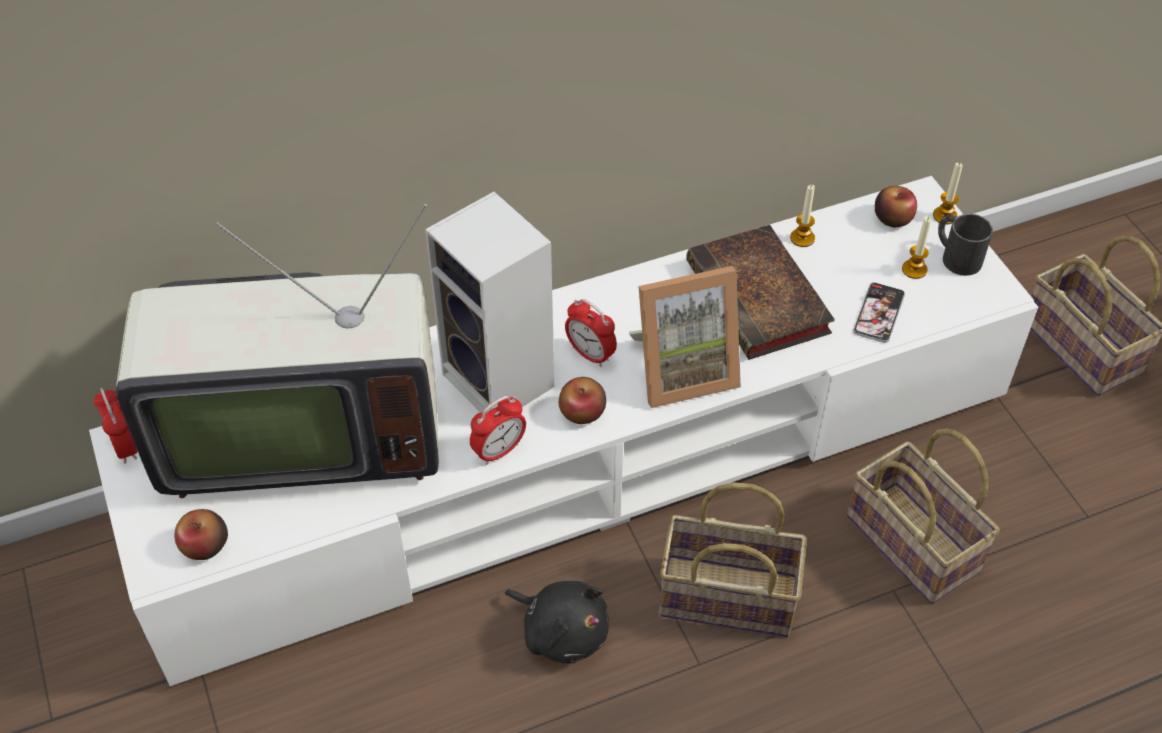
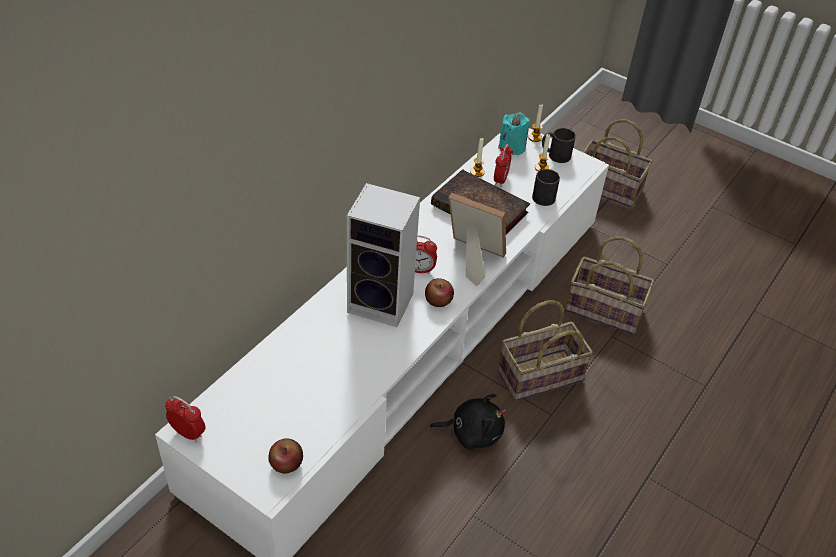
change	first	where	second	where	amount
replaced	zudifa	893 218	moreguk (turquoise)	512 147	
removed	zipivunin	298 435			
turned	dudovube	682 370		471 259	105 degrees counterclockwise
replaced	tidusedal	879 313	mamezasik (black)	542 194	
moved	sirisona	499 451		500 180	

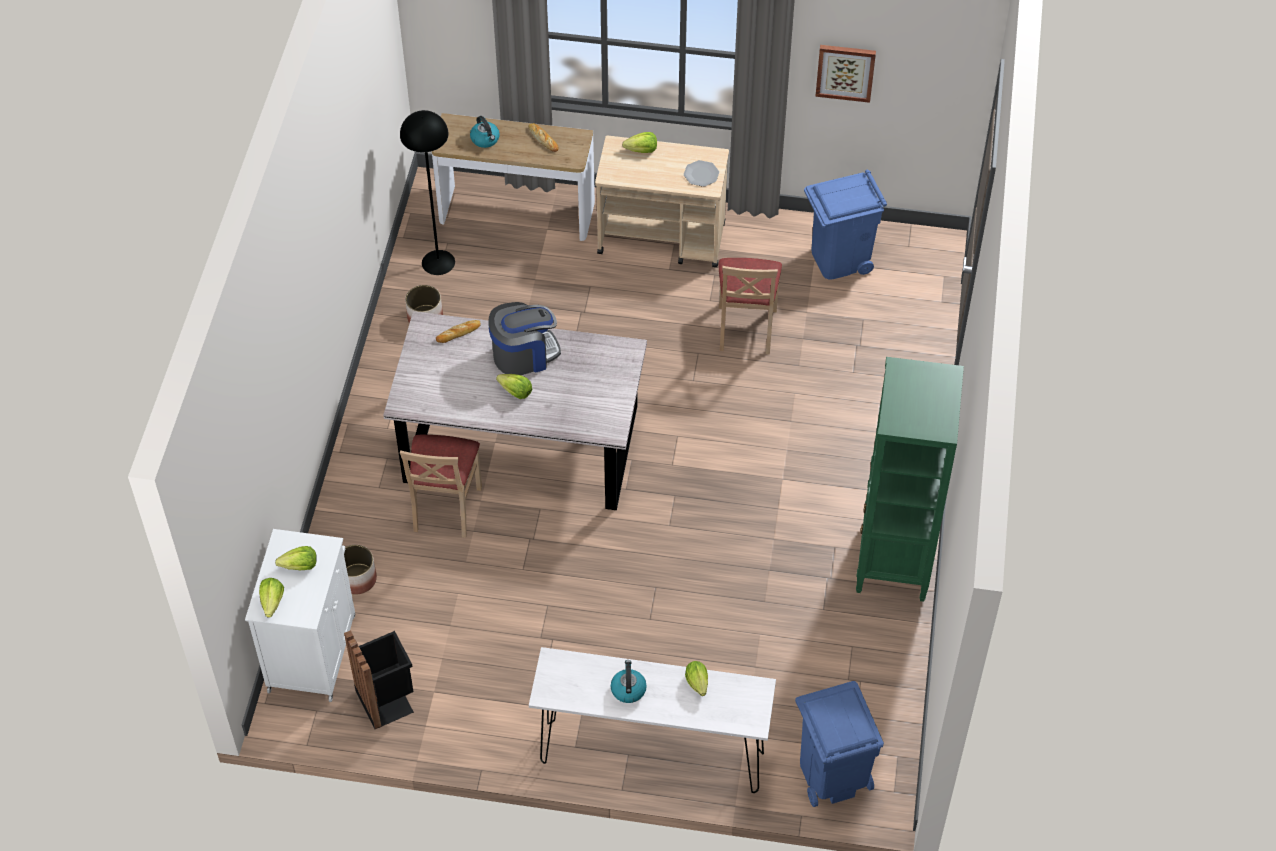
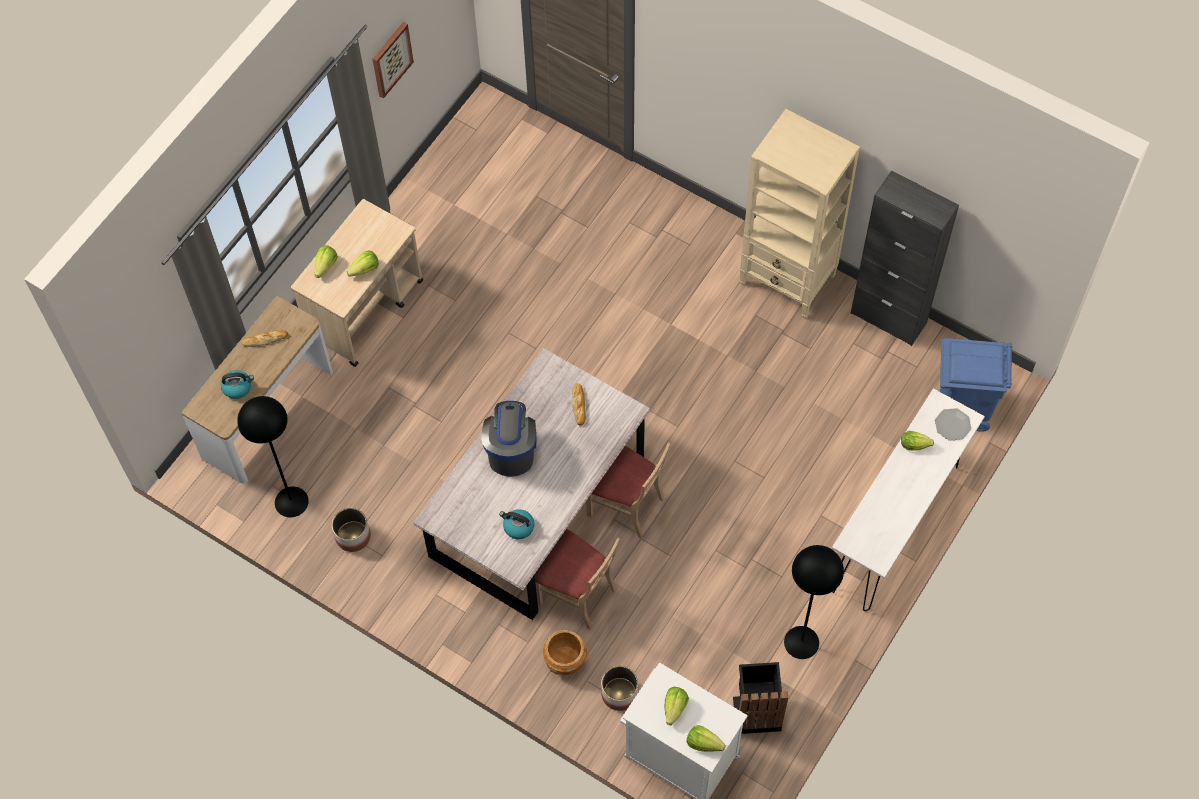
change	first	where	second	where	amount
moved	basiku	701 174		952 425	
removed	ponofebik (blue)	839 259			
moved	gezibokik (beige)	746 329		626 505	
moved	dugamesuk	459 333		579 405	
recoloured	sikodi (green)	893 562	sikodi (beige)	788 280	
moved	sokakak	515 392		365 269	
moved	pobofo	628 689		518 527	
added			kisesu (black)	888 318	
added			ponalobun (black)	801 642	
added			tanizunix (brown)	565 660	

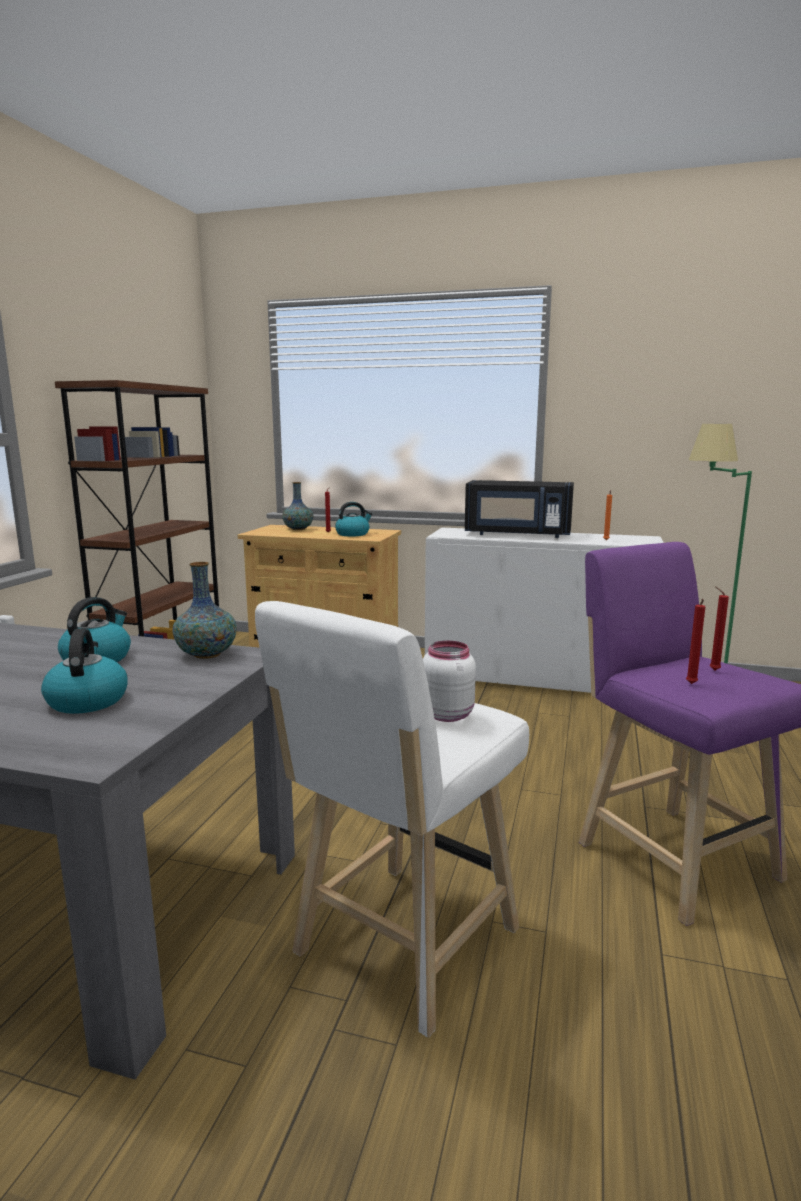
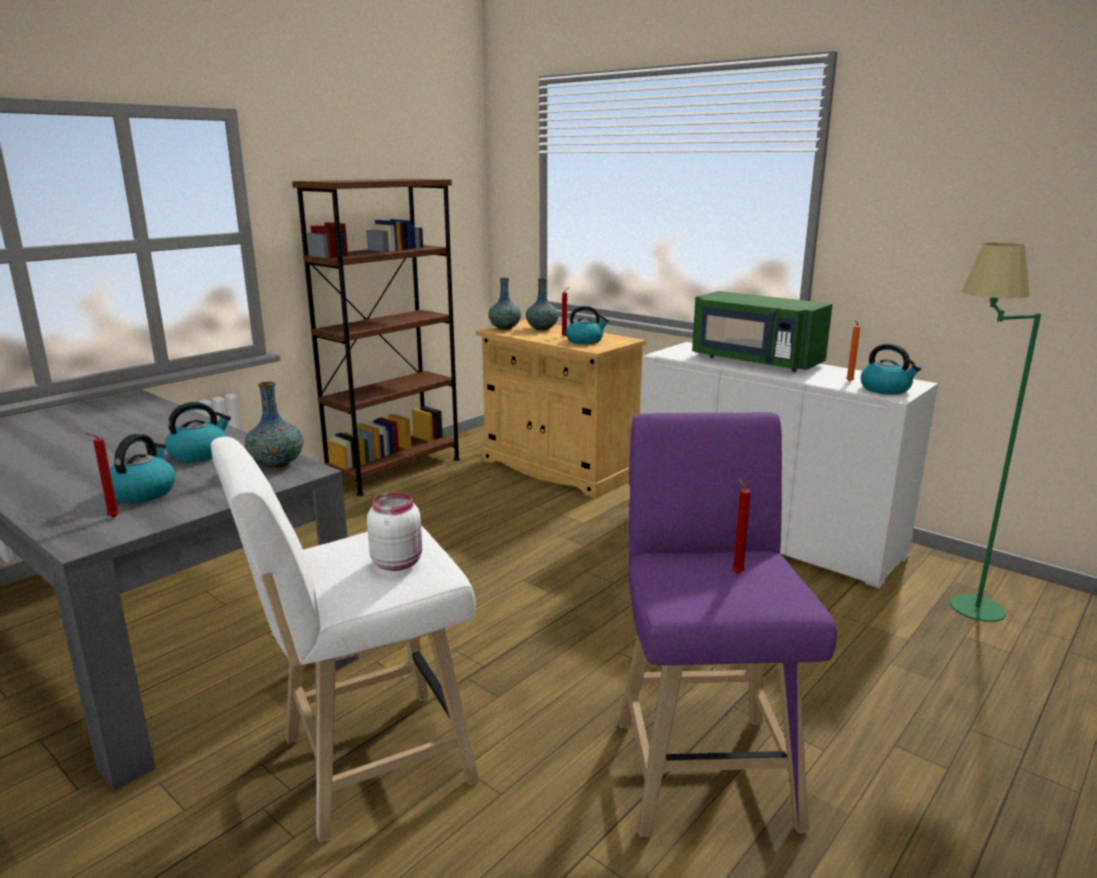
change	first	where	second	where	amount
recoloured	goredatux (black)	517 534	goredatux (green)	754 361	
moved	moreguk (red)	691 684		111 518	
added			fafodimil	505 328	
added			pobofo	886 389	

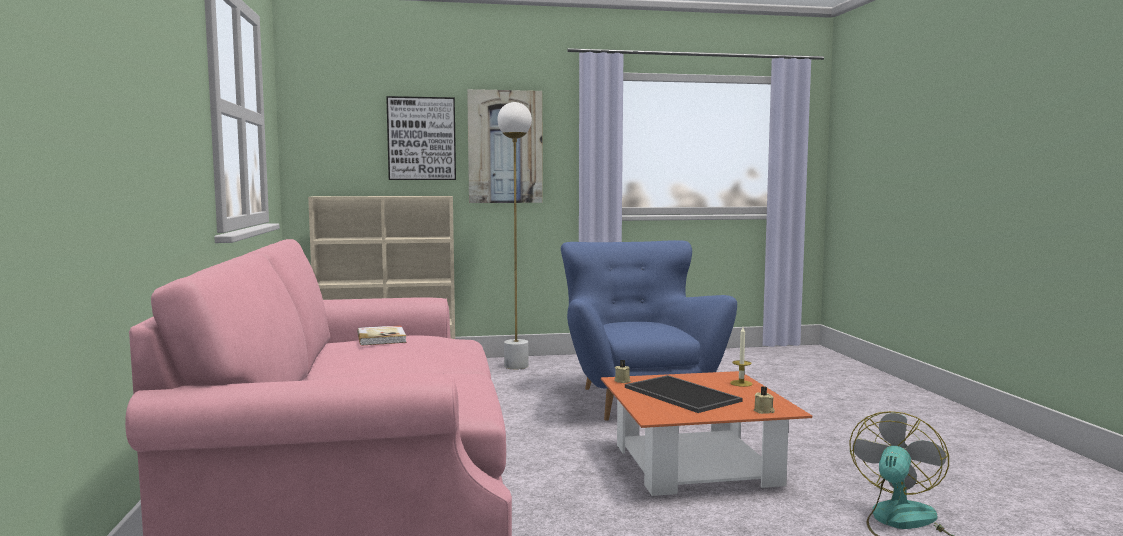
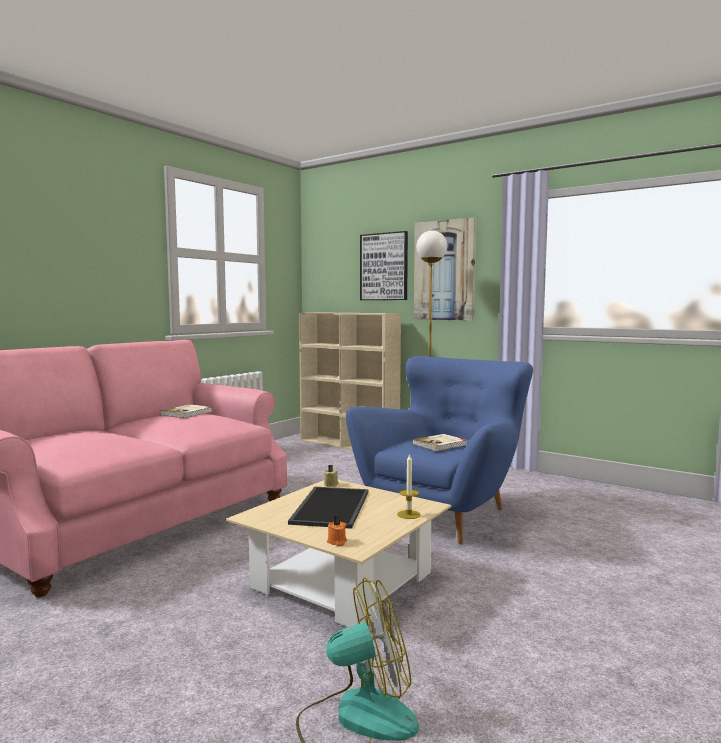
change	first	where	second	where	amount
recoloured	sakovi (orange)	695 465	sakovi (beige)	342 581	
recoloured	moreguk (beige)	764 411	moreguk (orange)	337 542	
added			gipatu	440 444	

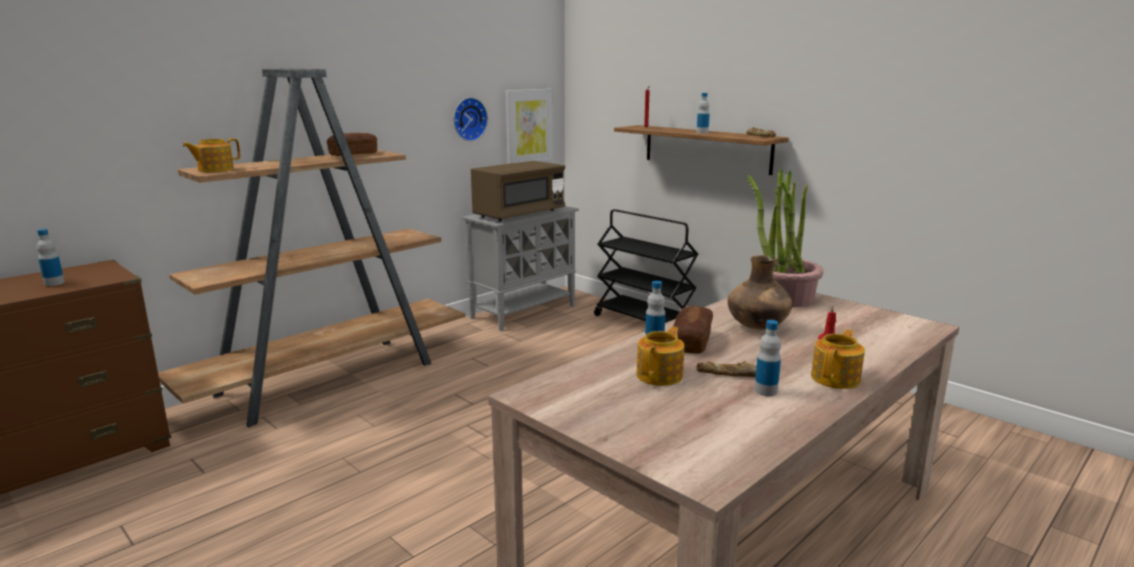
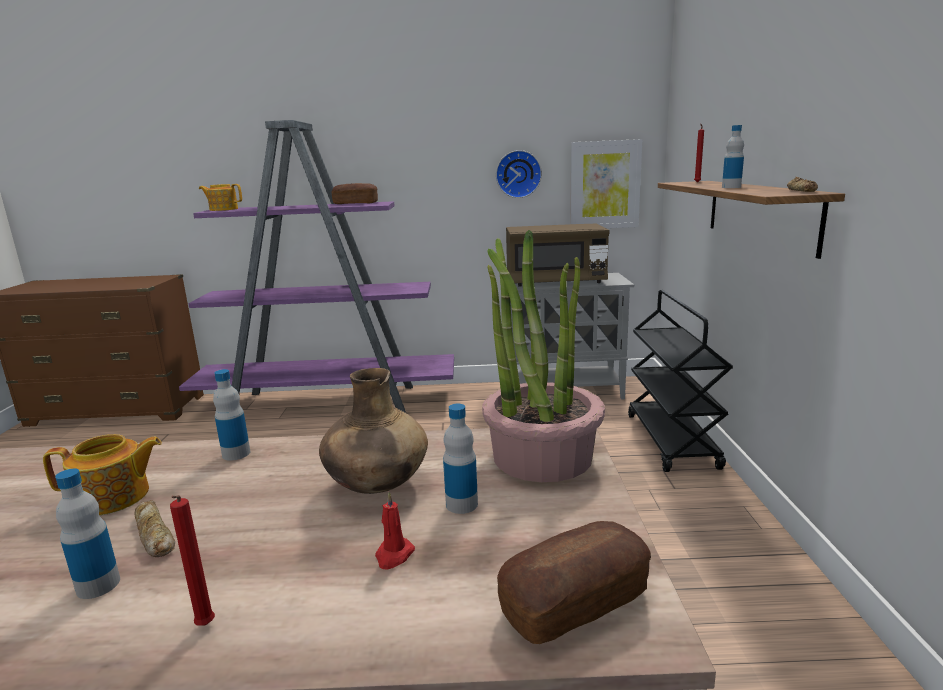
change	first	where	second	where	amount
recoloured	sikodi (brown)	330 378	sikodi (purple)	328 404	
moved	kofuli	54 283		461 504	
moved	dugamesuk	692 342		574 603	
replaced	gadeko	836 378	moreguk (red)	204 627	

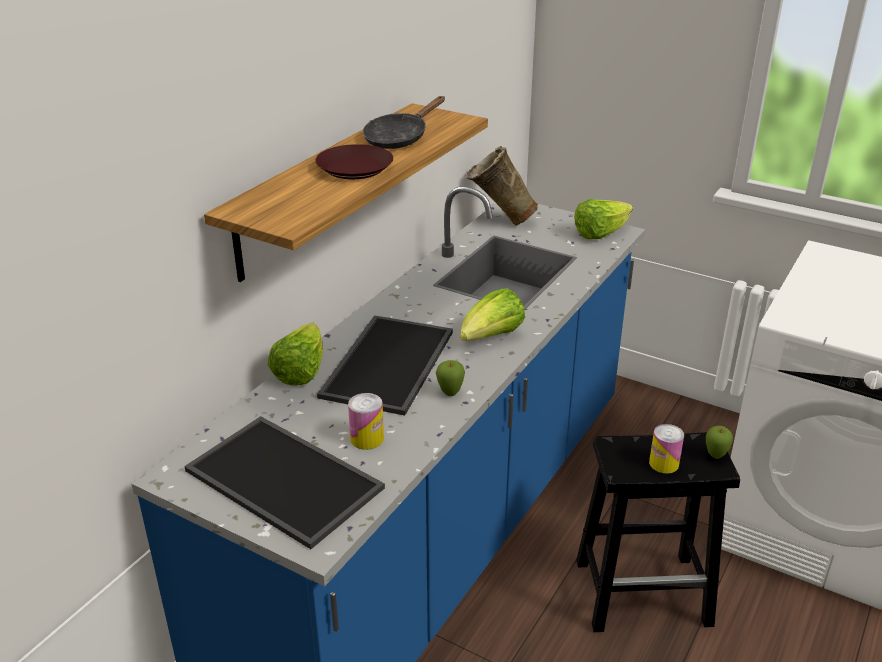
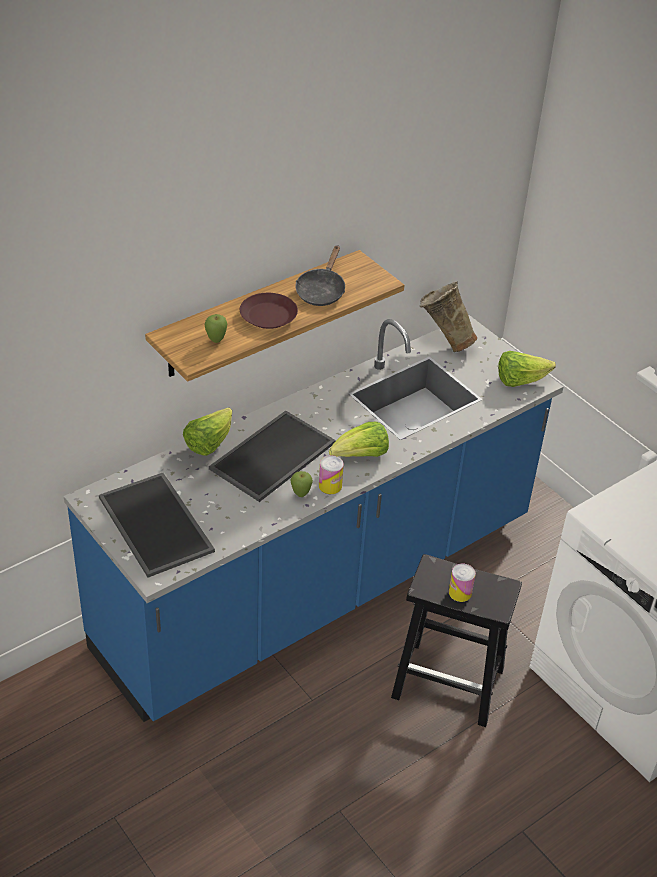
change	first	where	second	where	amount
turned	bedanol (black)	399 138		321 290	45 degrees counterclockwise
moved	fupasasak	367 438		330 486	
moved	zudifa	715 456		216 340	

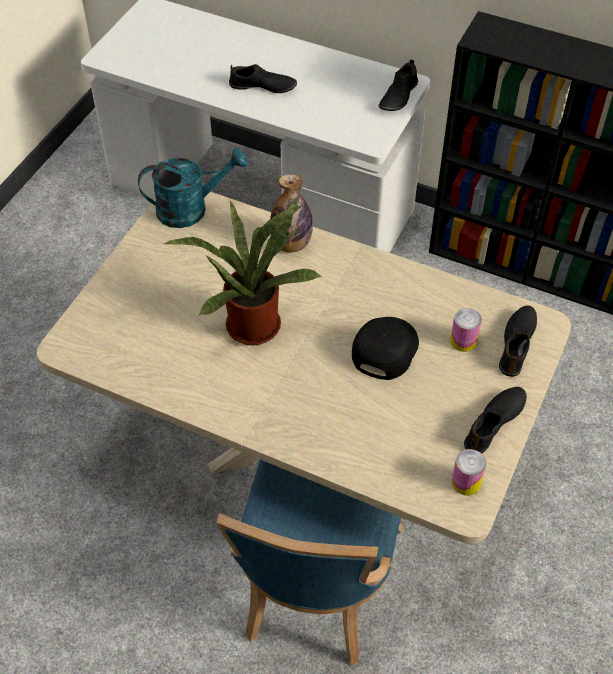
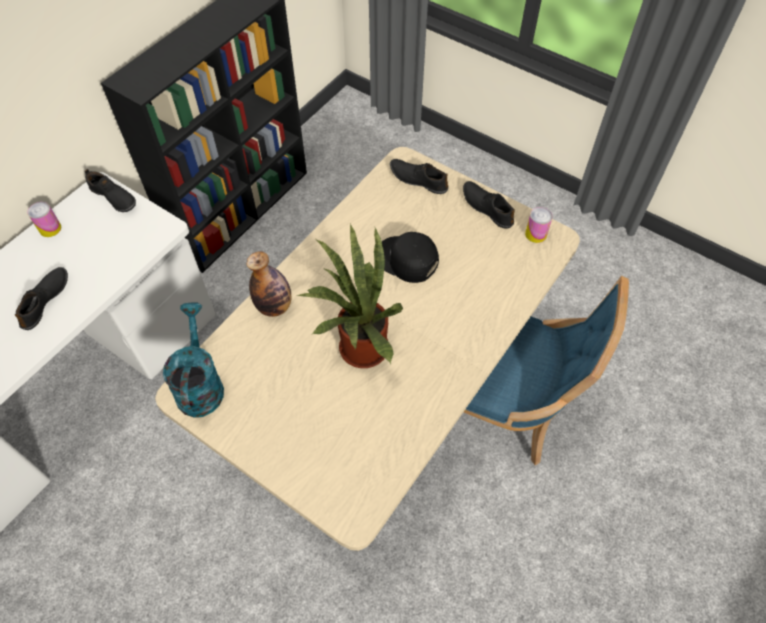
change	first	where	second	where	amount
moved	fupasasak	463 341		50 228	

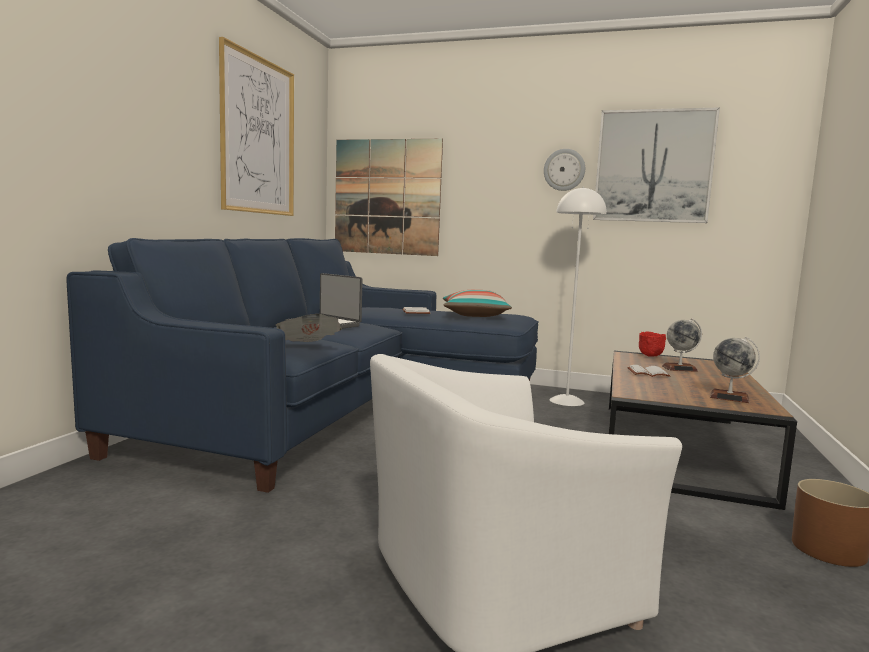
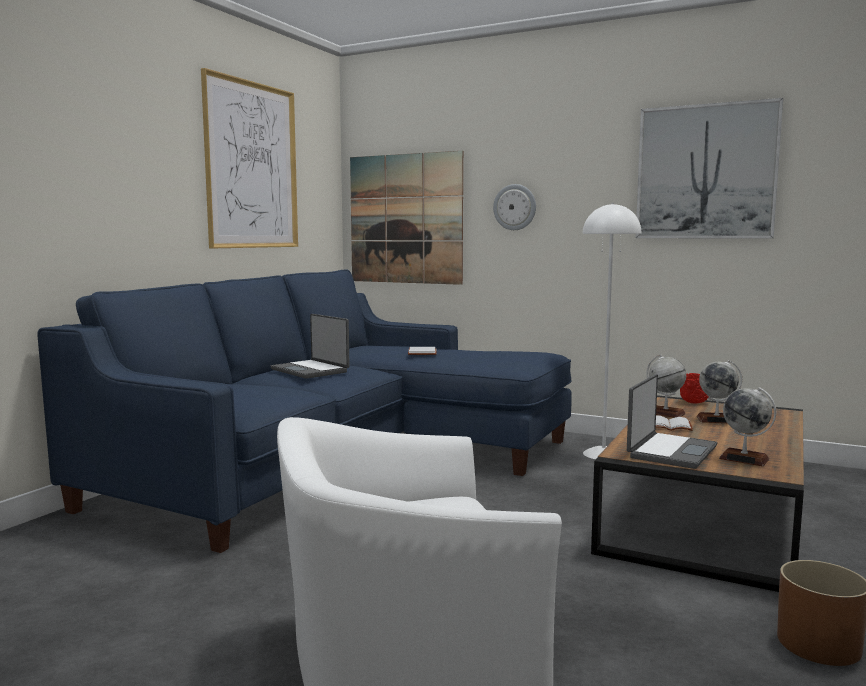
change	first	where	second	where	amount
moved	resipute	564 170		515 207	
removed	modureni	475 315			
removed	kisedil	308 347			
added			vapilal	665 413	
added			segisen	670 452	

